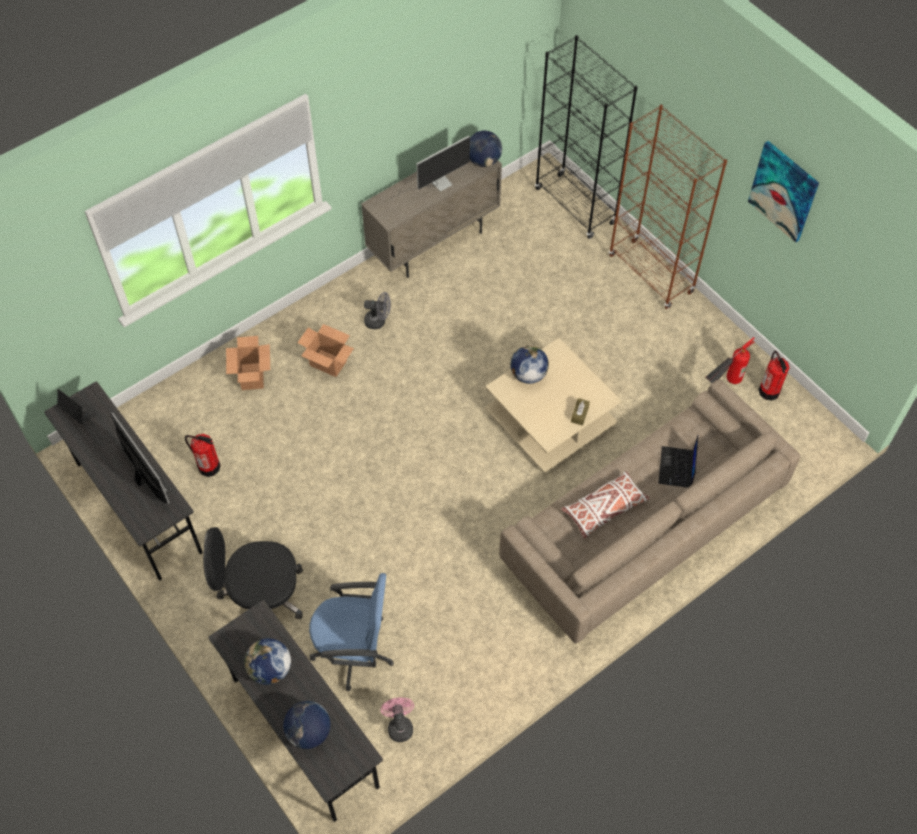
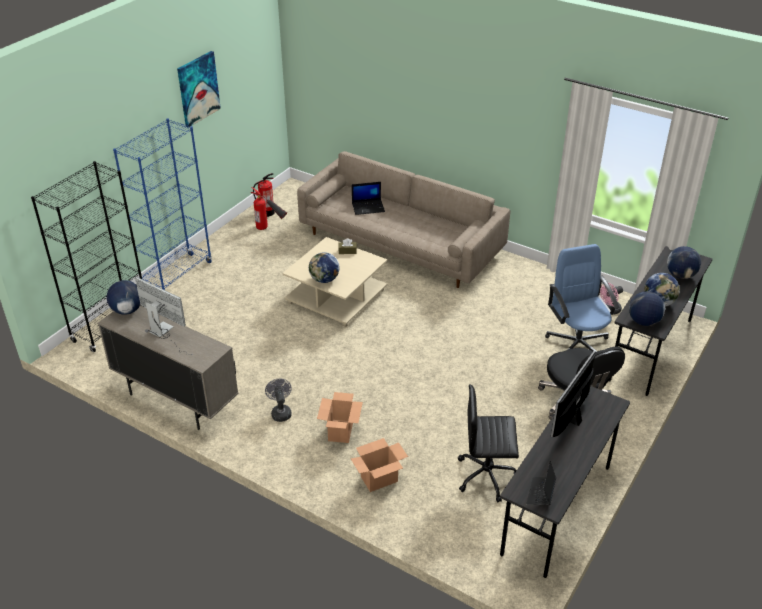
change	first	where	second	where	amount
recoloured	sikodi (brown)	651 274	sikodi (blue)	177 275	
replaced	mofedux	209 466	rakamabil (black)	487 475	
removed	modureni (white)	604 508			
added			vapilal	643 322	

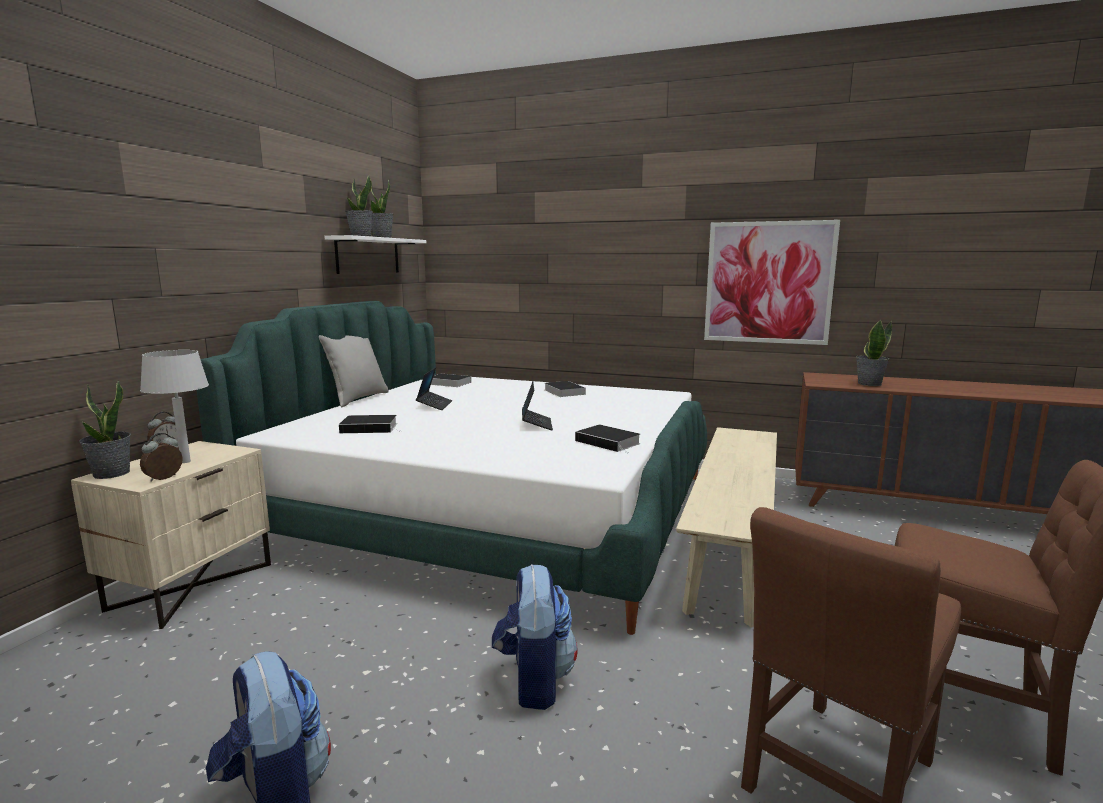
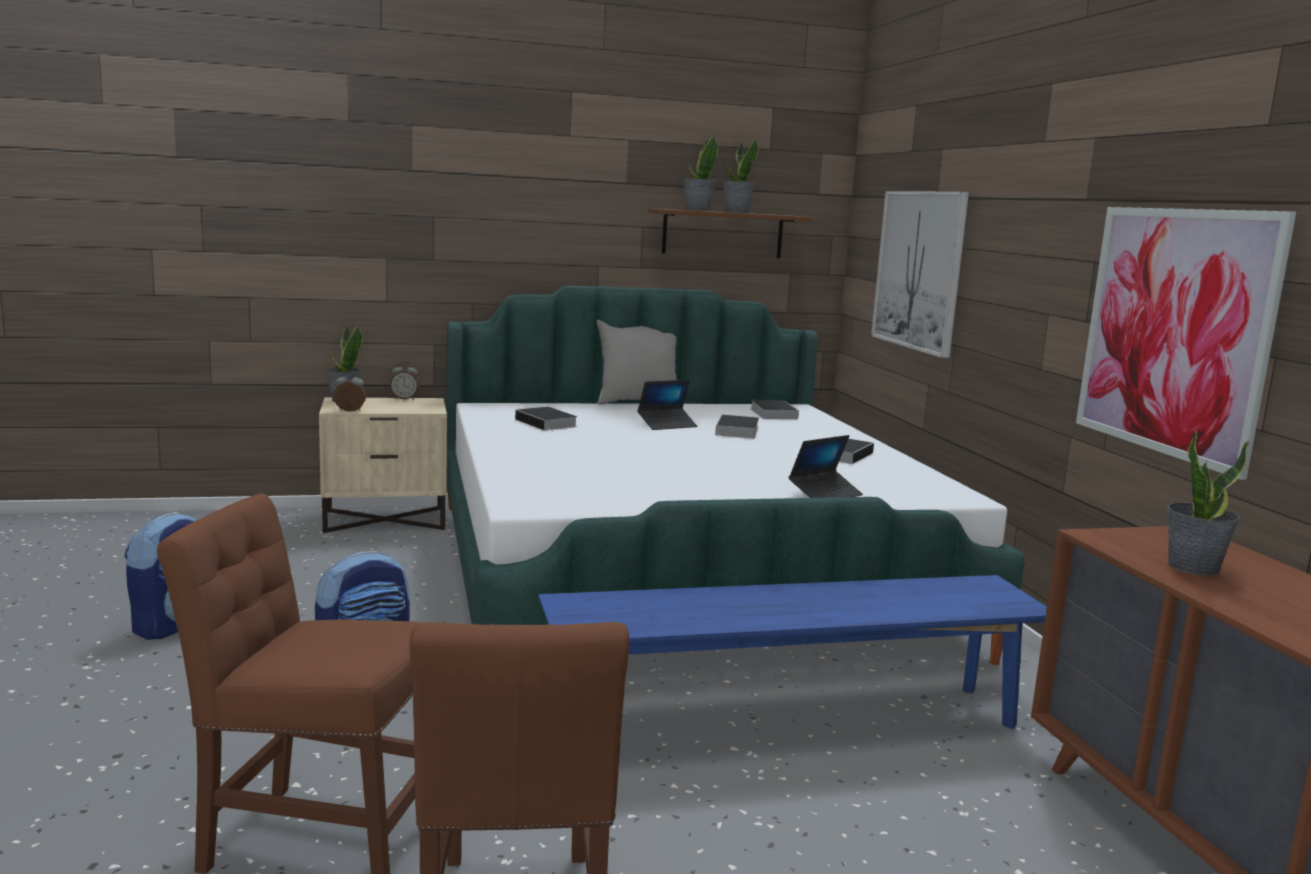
change	first	where	second	where	amount
recoloured	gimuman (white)	368 255	gimuman (brown)	723 234	
removed	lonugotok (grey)	185 461			
moved	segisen	536 424		825 494	
moved	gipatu	609 442		737 431	
recoloured	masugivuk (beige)	732 544	masugivuk (blue)	790 722	
added			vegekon	919 270	

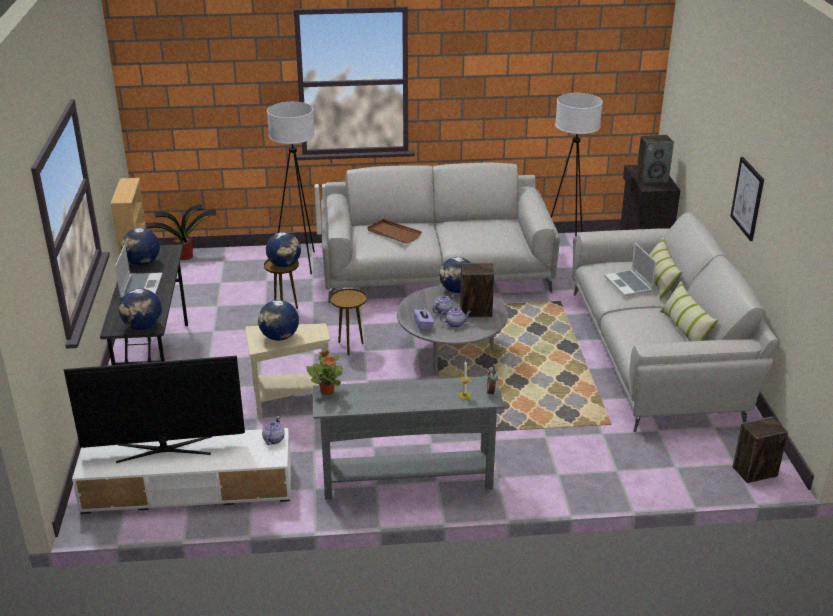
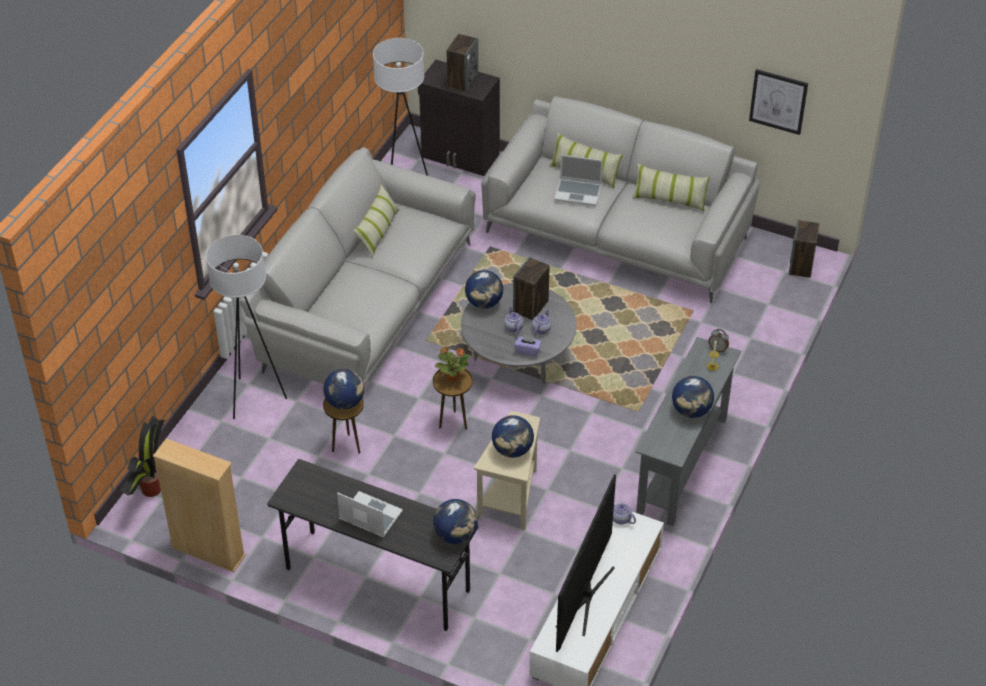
change	first	where	second	where	amount
moved	vegekon	747 198		778 101	
removed	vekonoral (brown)	393 233			
moved	vapilal	142 263		691 411	
moved	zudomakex	327 391		452 377	
added			modureni	378 232	

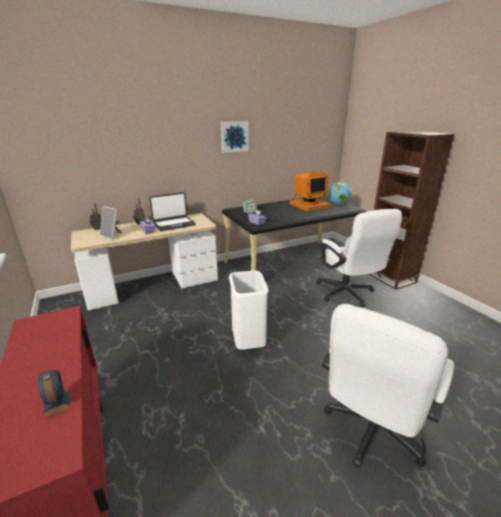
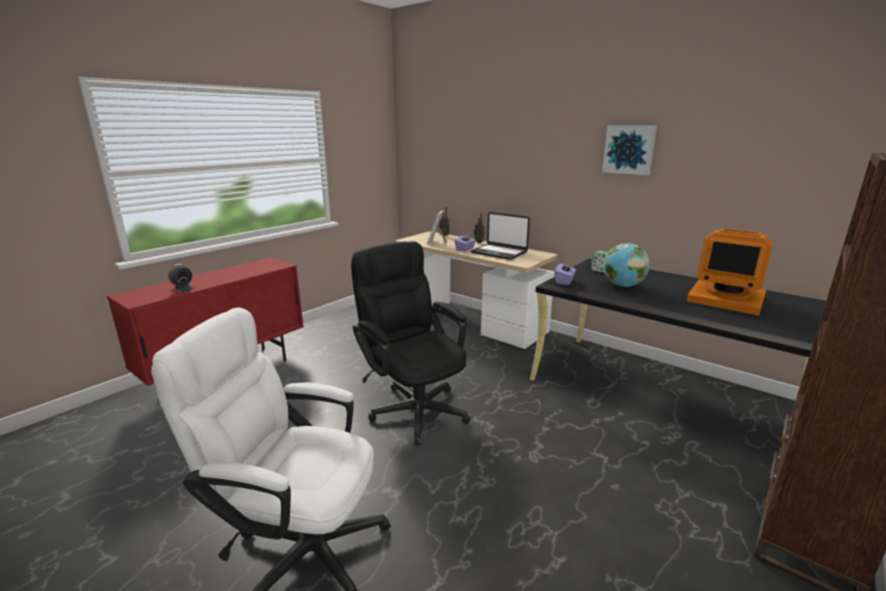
change	first	where	second	where	amount
moved	vapilal	338 204		622 286	
removed	rakamabil (white)	347 294			
replaced	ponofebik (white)	248 343	rakamabil (black)	414 406	

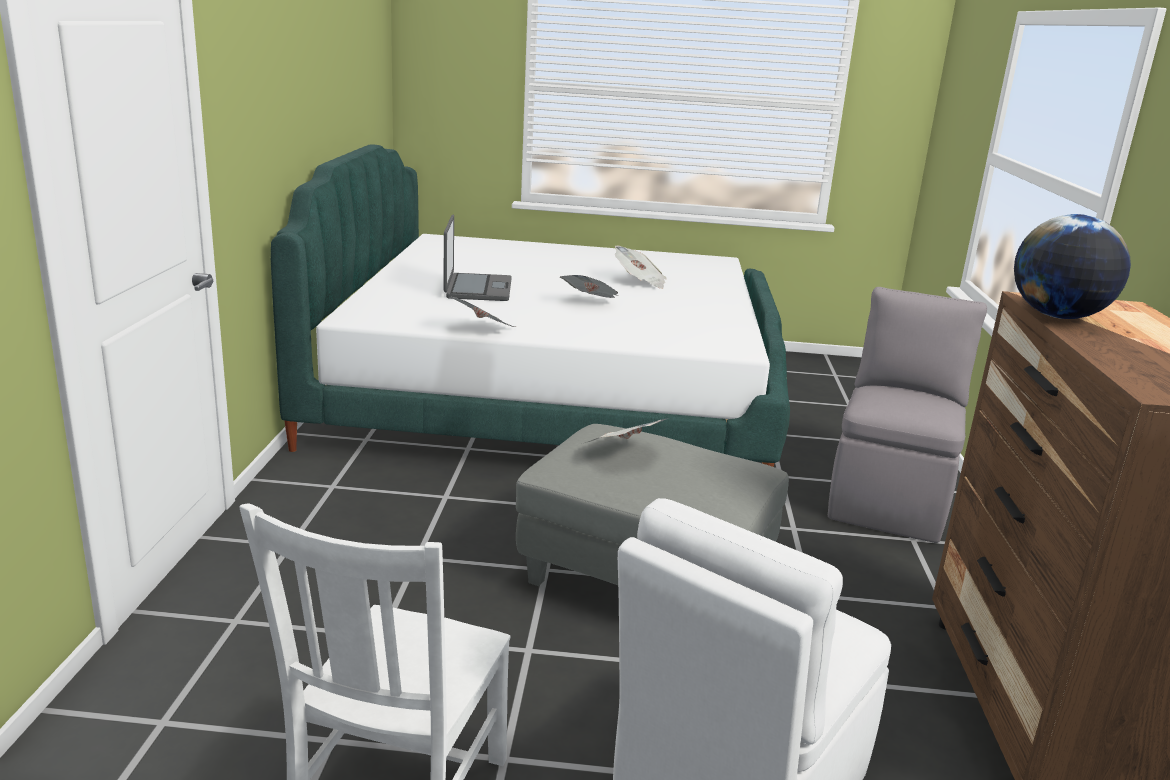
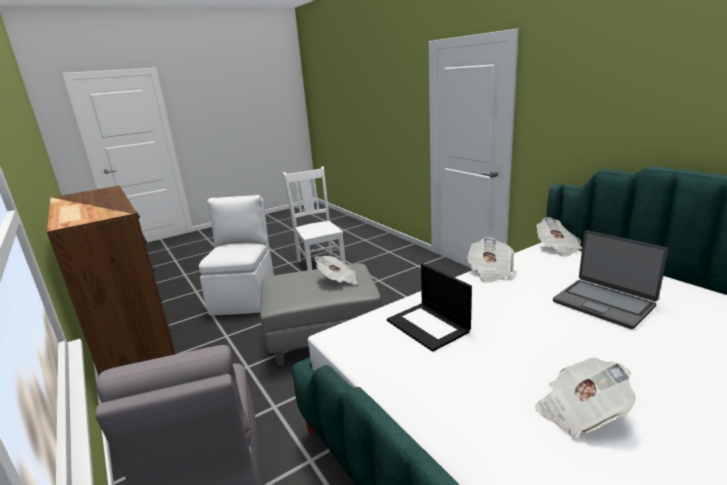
change	first	where	second	where	amount
removed	vapilal	1058 316			
moved	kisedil	590 303		558 248	
added			segisen	429 326	

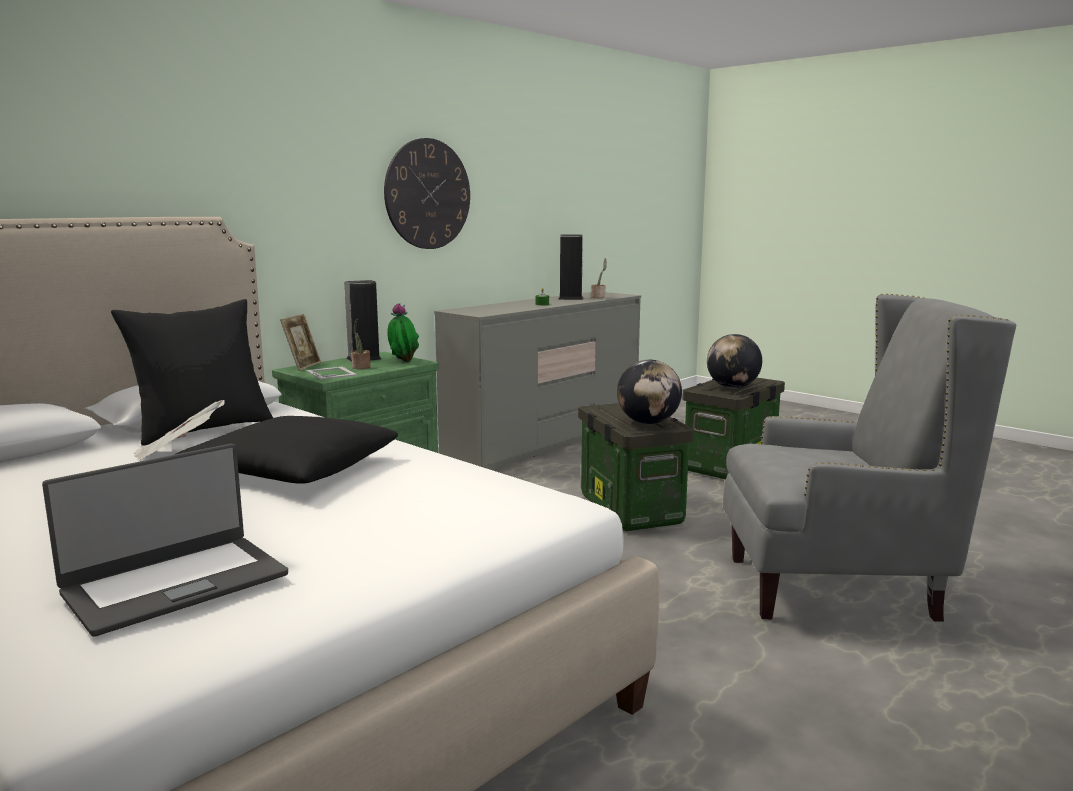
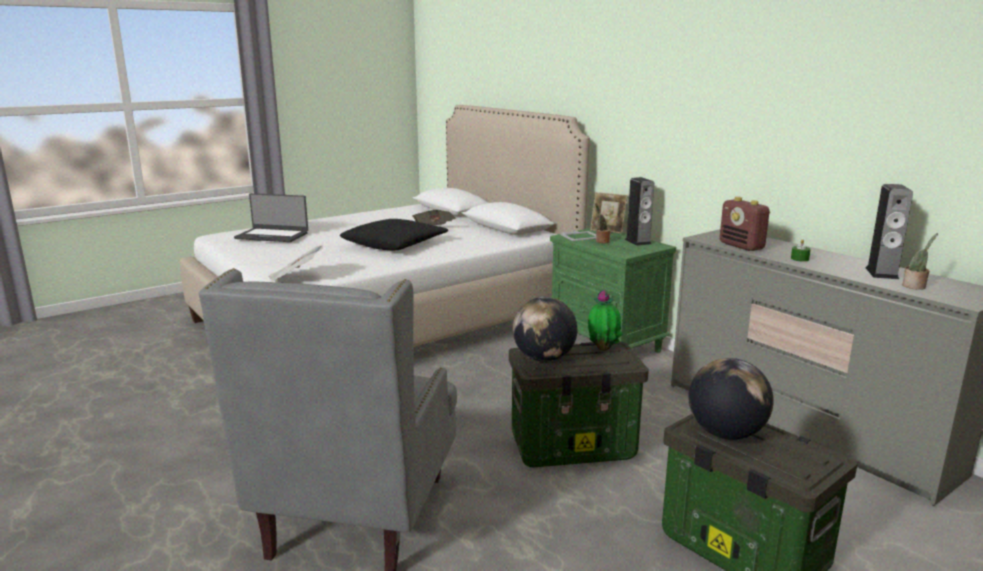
change	first	where	second	where	amount
removed	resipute	427 194			
removed	modureni (black)	203 429			
moved	zudomakex	403 362		603 348	
turned	segisen	175 583		272 235	45 degrees counterclockwise
added			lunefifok	742 246	
added			kisedil	295 278	

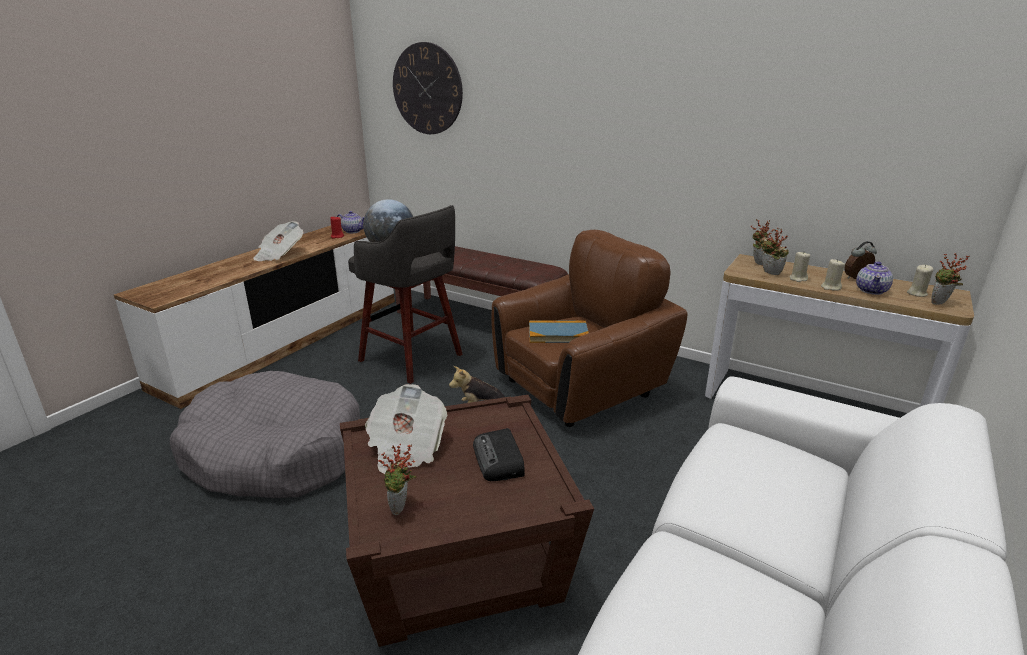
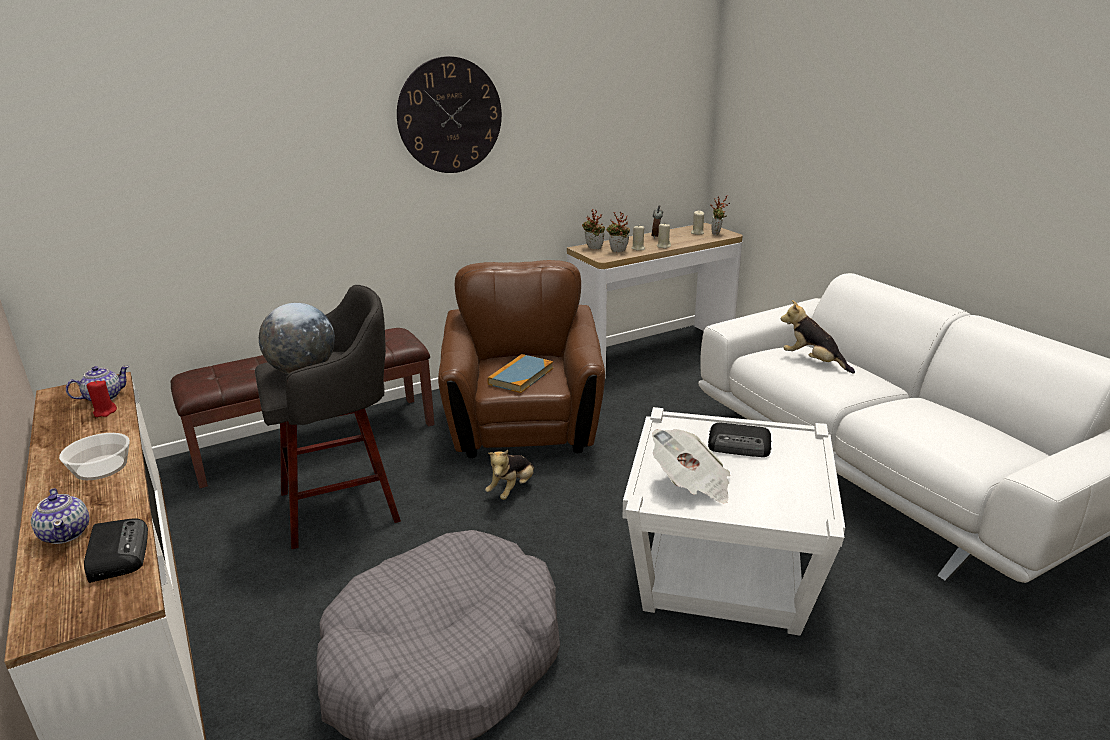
change	first	where	second	where	amount
moved	resipute	427 89		450 116	
replaced	kisedil	279 255	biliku	101 467	
moved	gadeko	871 290		66 533	
recoloured	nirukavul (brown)	459 564	nirukavul (white)	725 565	
removed	zudomakex	401 508			
added			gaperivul	813 362	
added			lunefifok	118 553	

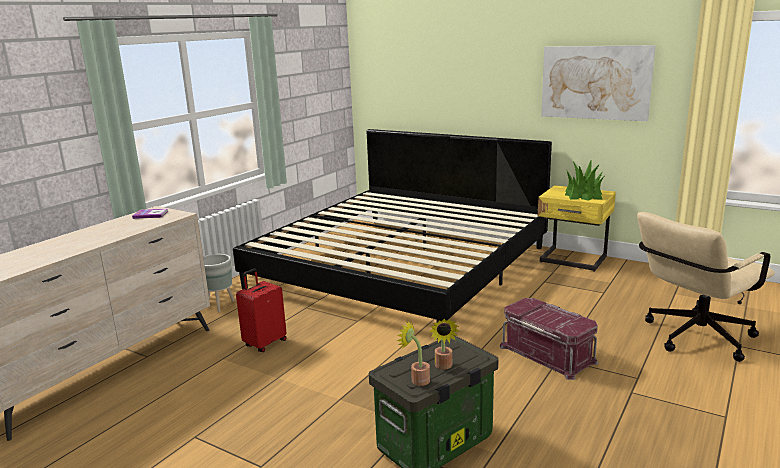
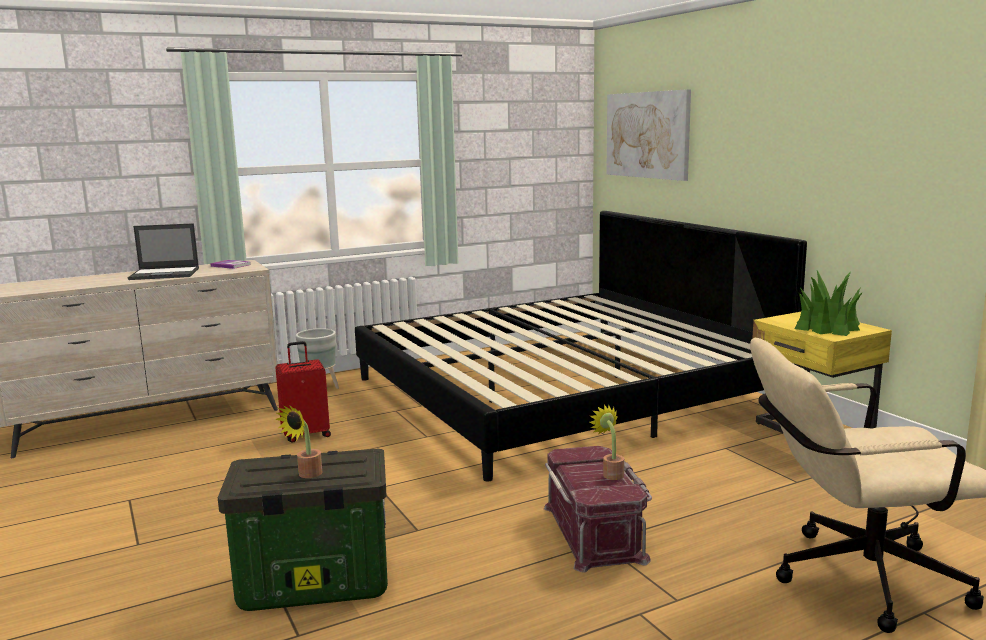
change	first	where	second	where	amount
moved	vegekon	595 82		647 135	
moved	zudomakex	417 379		610 473	
added			segisen	165 274	

